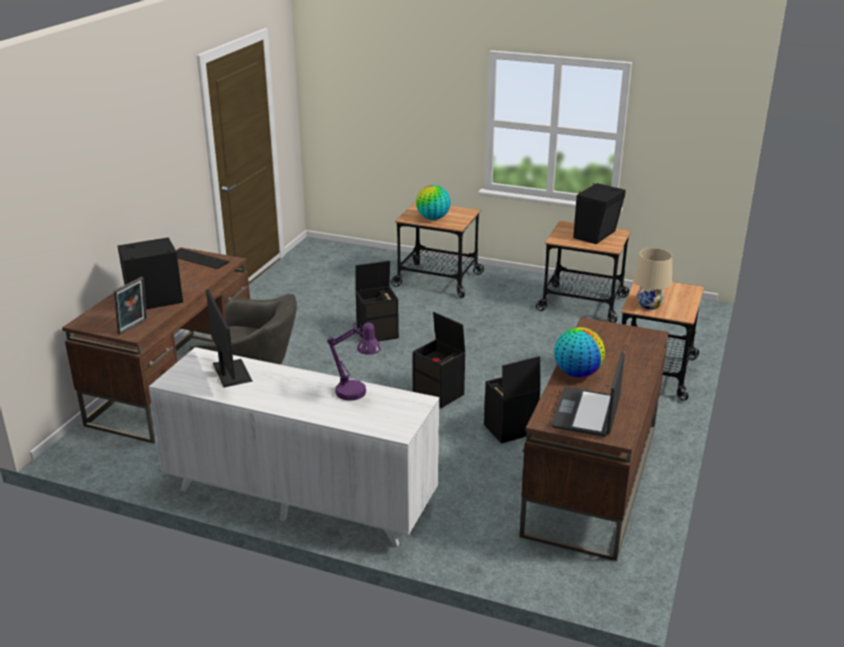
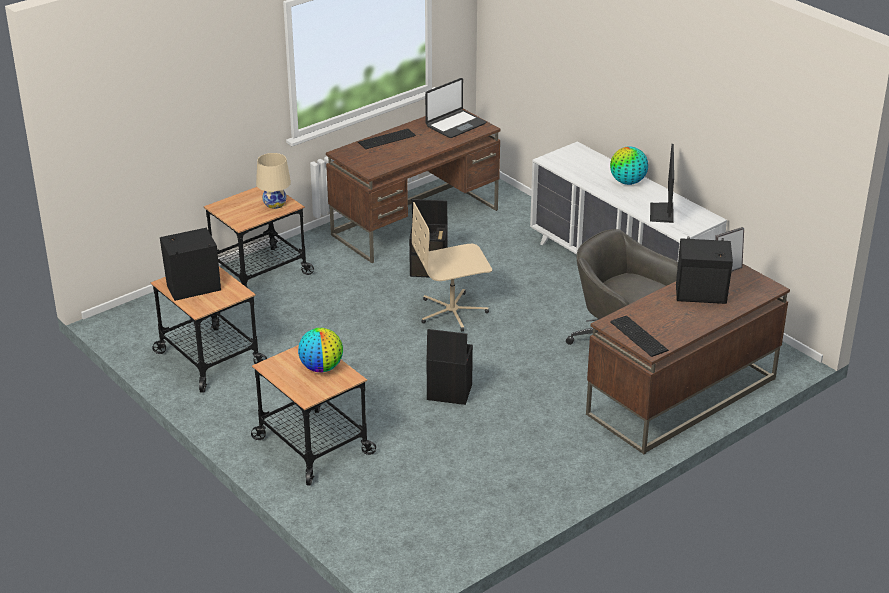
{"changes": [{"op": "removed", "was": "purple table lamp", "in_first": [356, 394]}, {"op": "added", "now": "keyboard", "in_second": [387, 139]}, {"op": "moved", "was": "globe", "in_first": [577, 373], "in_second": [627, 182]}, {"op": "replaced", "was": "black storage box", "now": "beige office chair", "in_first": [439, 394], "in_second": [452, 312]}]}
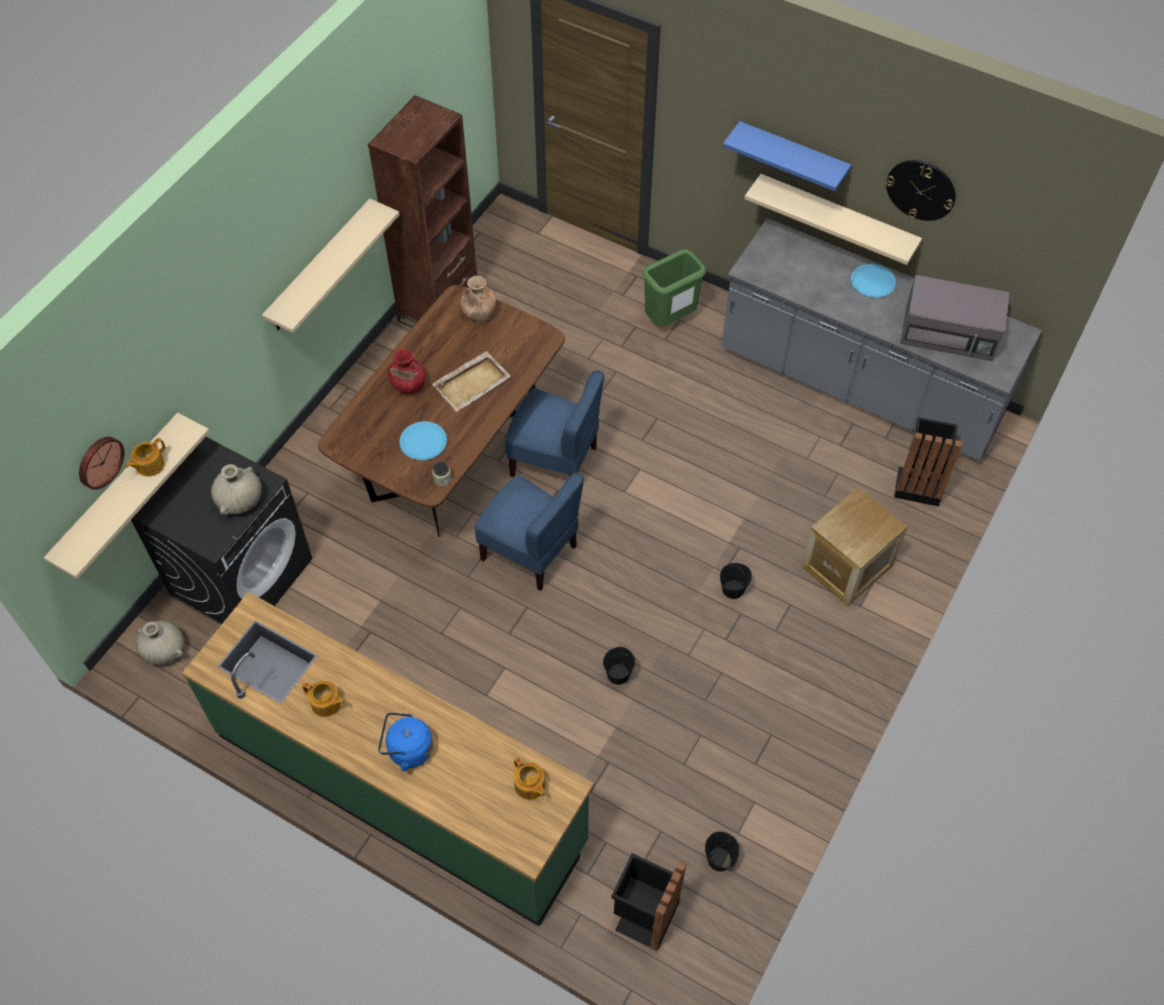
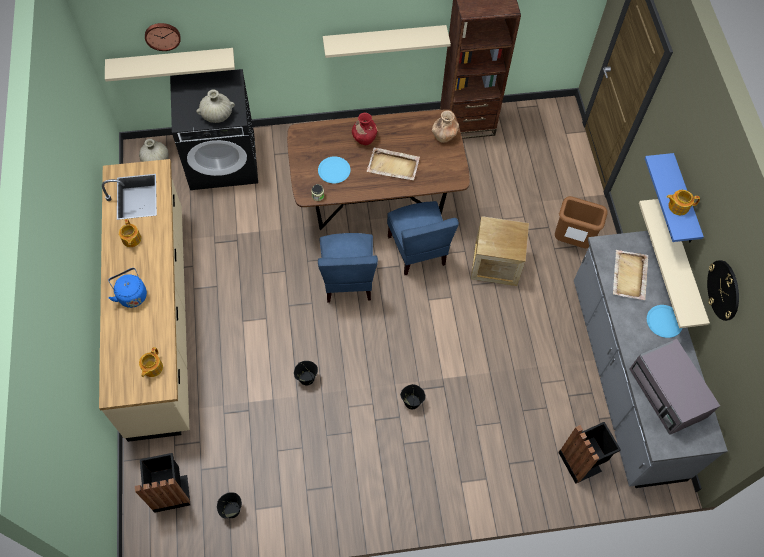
{"changes": [{"op": "added", "now": "beige tray", "in_second": [629, 276]}, {"op": "moved", "was": "teapot", "in_first": [149, 465], "in_second": [678, 206]}, {"op": "moved", "was": "crate", "in_first": [846, 566], "in_second": [496, 264]}, {"op": "recoloured", "was": "green counter", "now": "beige counter", "in_first": [401, 787], "in_second": [159, 319]}, {"op": "recoloured", "was": "green trash can", "now": "brown trash can", "in_first": [670, 320], "in_second": [571, 241]}]}
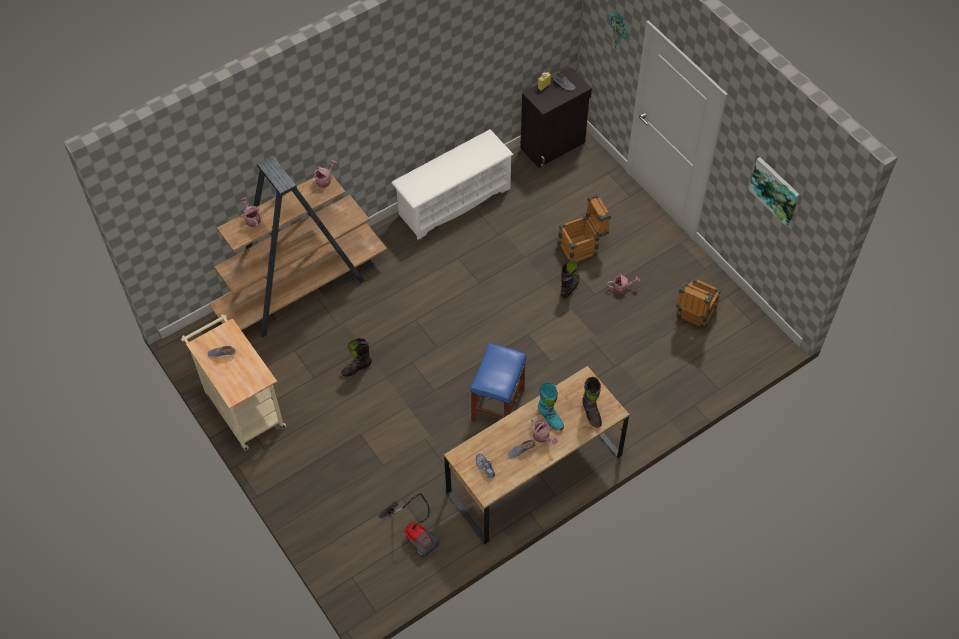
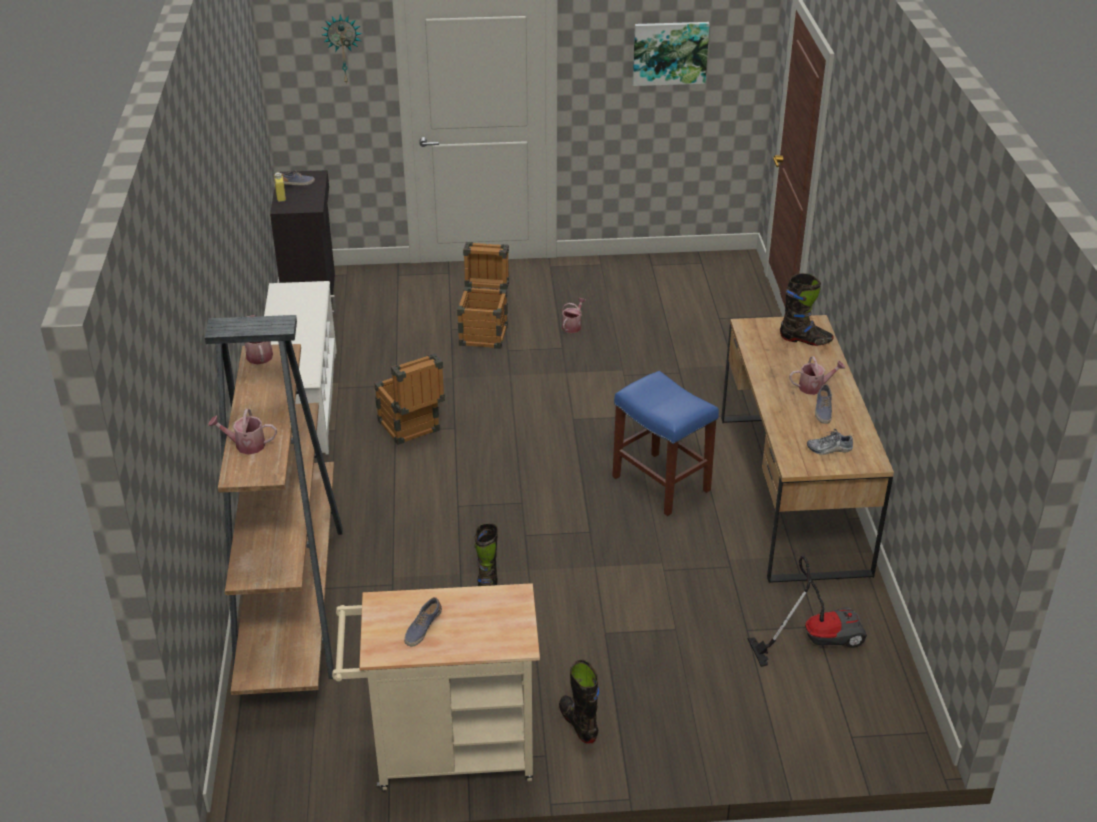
{"changes": [{"op": "removed", "was": "turquoise boot", "in_first": [550, 418]}, {"op": "moved", "was": "black boot", "in_first": [570, 288], "in_second": [578, 723]}, {"op": "moved", "was": "crate", "in_first": [694, 315], "in_second": [411, 430]}]}
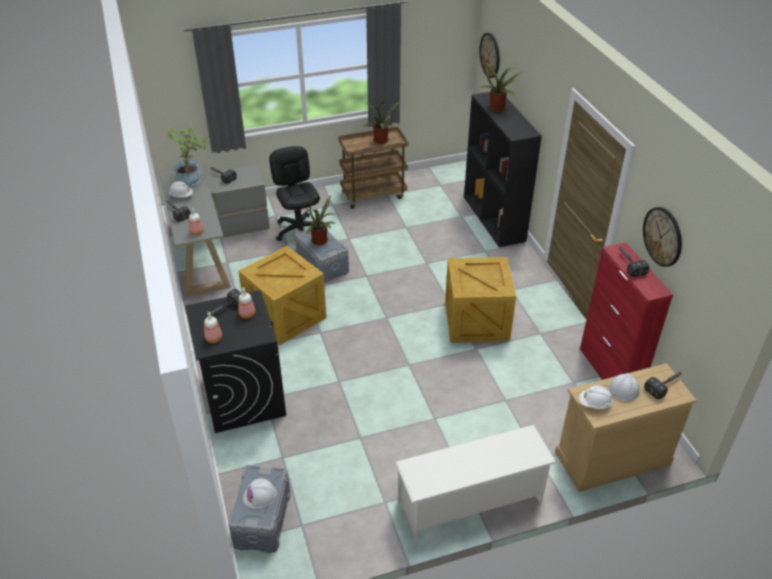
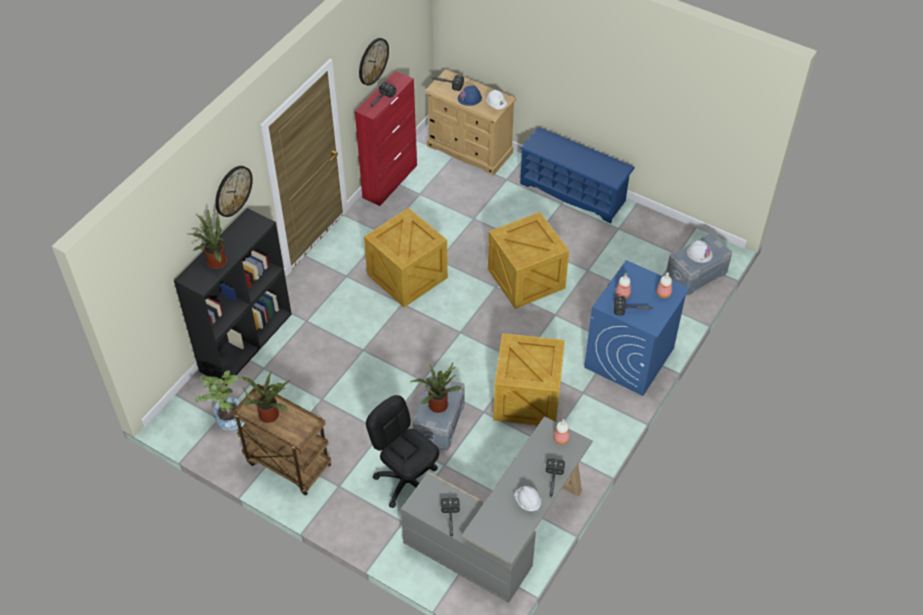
{"changes": [{"op": "added", "now": "crate", "in_second": [527, 279]}, {"op": "moved", "was": "potted plant", "in_first": [192, 179], "in_second": [226, 417]}, {"op": "moved", "was": "wall clock", "in_first": [490, 55], "in_second": [233, 190]}, {"op": "recoloured", "was": "black washing machine", "now": "blue washing machine", "in_first": [243, 396], "in_second": [629, 358]}, {"op": "recoloured", "was": "white shoe rack", "now": "blue shoe rack", "in_first": [470, 501], "in_second": [573, 192]}, {"op": "recoloured", "was": "white hard hat", "now": "blue hard hat", "in_first": [624, 389], "in_second": [469, 98]}, {"op": "turned", "was": "black office chair", "in_first": [299, 230], "in_second": [406, 481], "clockwise": 105}]}
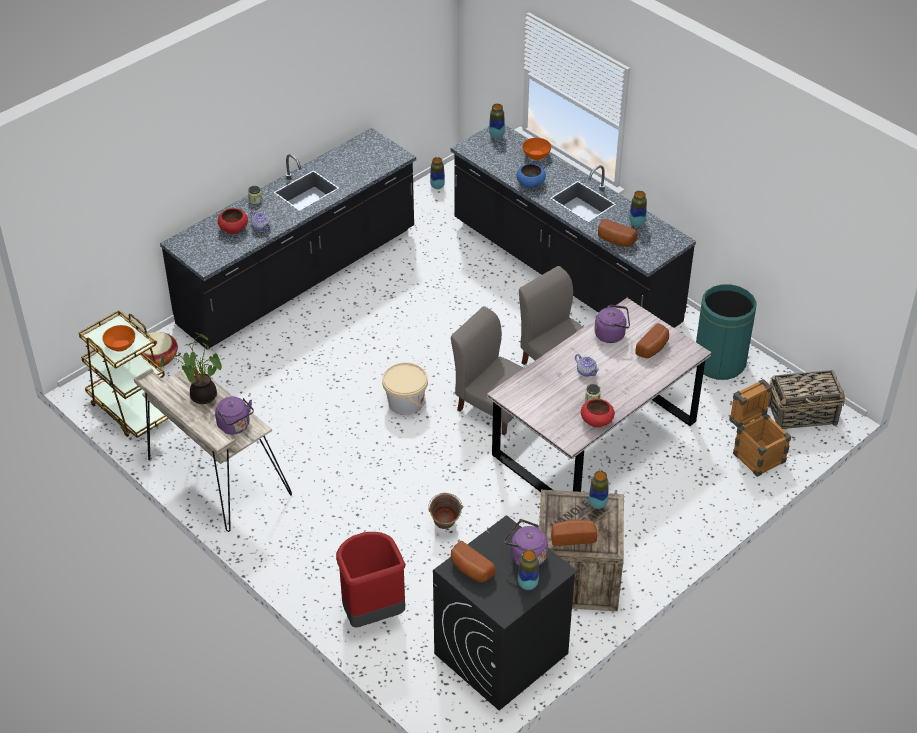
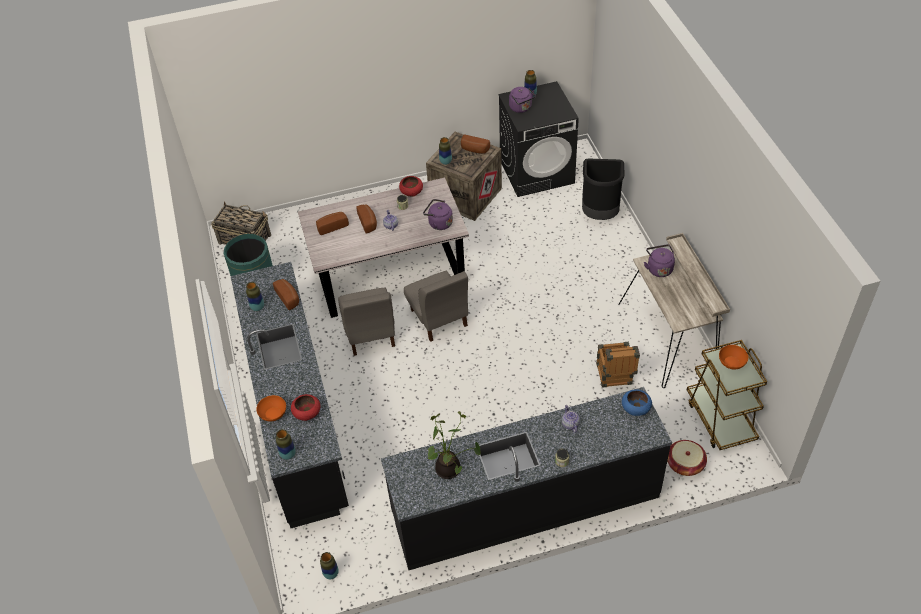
{"changes": [{"op": "removed", "was": "beige bucket", "in_first": [405, 402]}, {"op": "removed", "was": "green bucket", "in_first": [445, 528]}, {"op": "moved", "was": "potted plant", "in_first": [201, 396], "in_second": [450, 469]}, {"op": "moved", "was": "red bowl", "in_first": [234, 228], "in_second": [307, 413]}, {"op": "moved", "was": "bread", "in_first": [470, 570], "in_second": [368, 222]}, {"op": "moved", "was": "blue bowl", "in_first": [531, 183], "in_second": [635, 408]}, {"op": "moved", "was": "purple kettle", "in_first": [612, 334], "in_second": [439, 223]}, {"op": "moved", "was": "crate", "in_first": [755, 453], "in_second": [614, 378]}, {"op": "recoloured", "was": "red trash can", "now": "black trash can", "in_first": [372, 613], "in_second": [600, 215]}]}
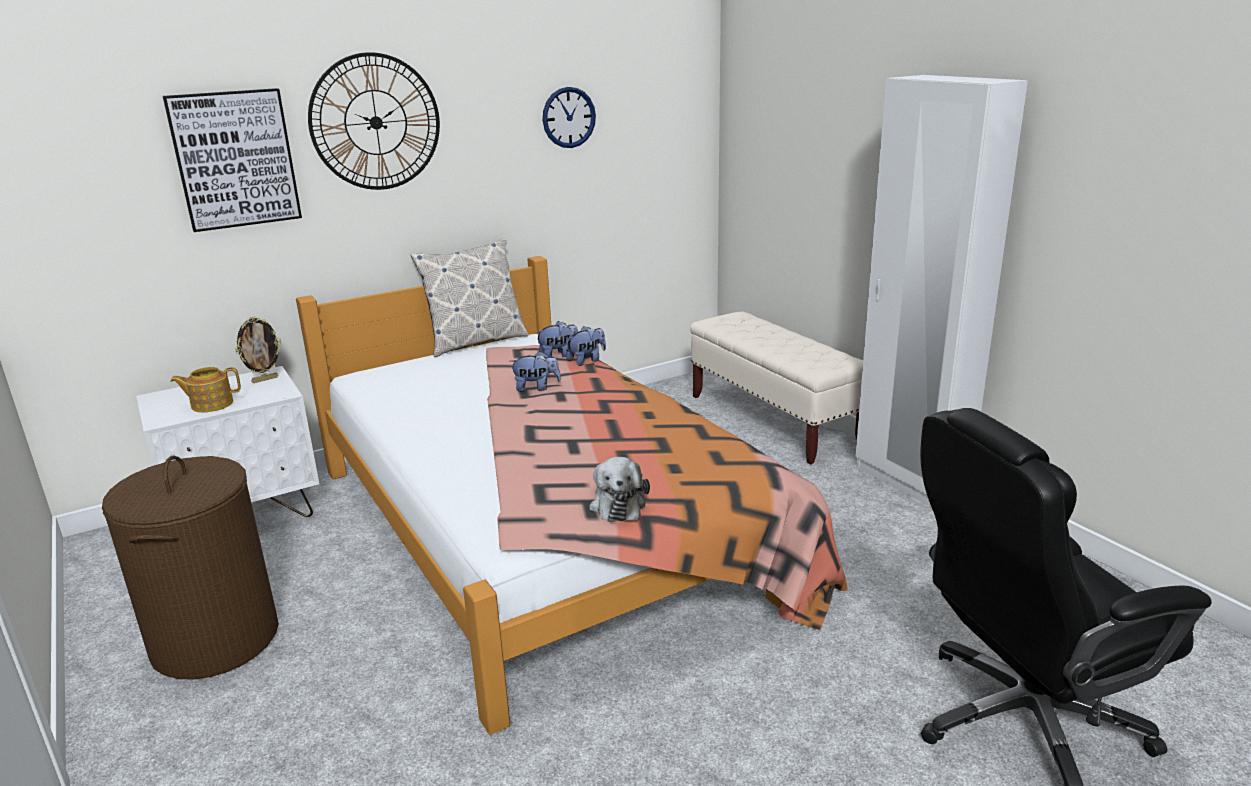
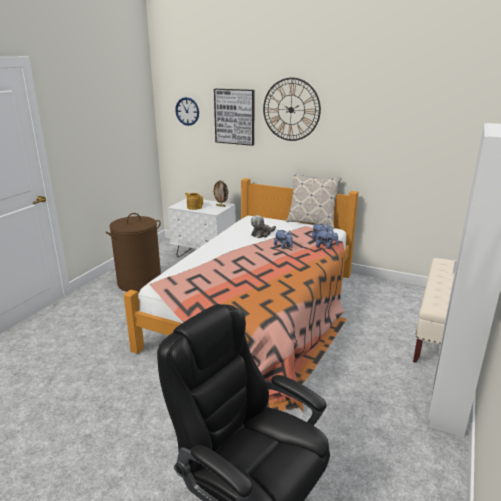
{"changes": [{"op": "moved", "was": "wall clock", "in_first": [569, 117], "in_second": [187, 111]}, {"op": "moved", "was": "plush toy", "in_first": [617, 504], "in_second": [262, 234]}]}
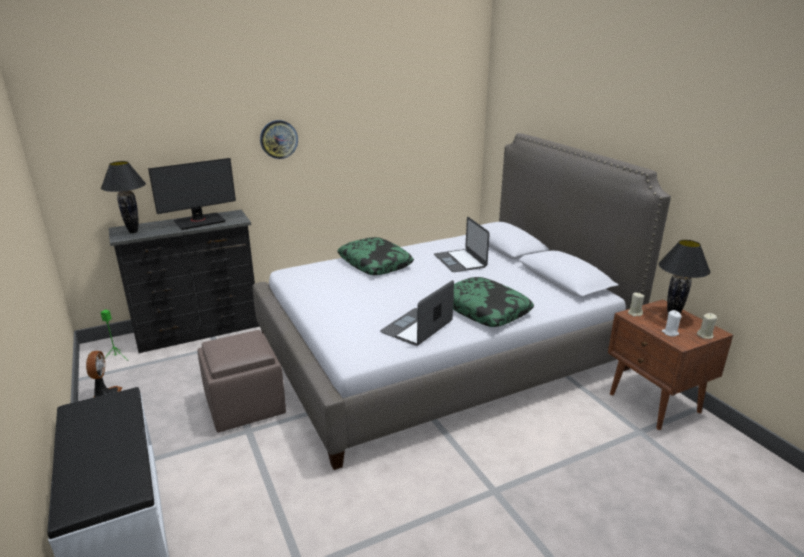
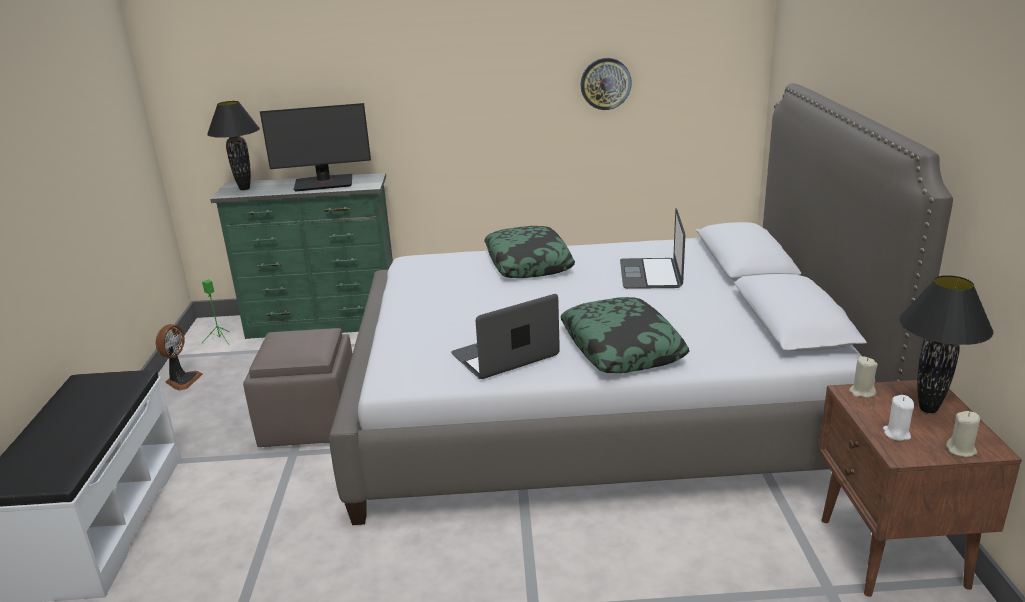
{"changes": [{"op": "moved", "was": "wall clock", "in_first": [278, 139], "in_second": [605, 83]}, {"op": "recoloured", "was": "black dresser", "now": "green dresser", "in_first": [200, 331], "in_second": [324, 324]}]}
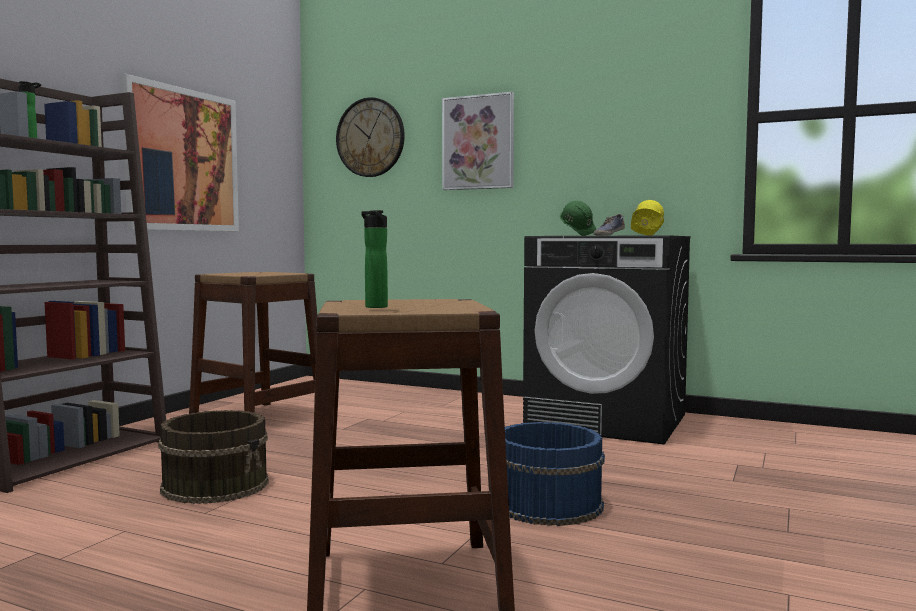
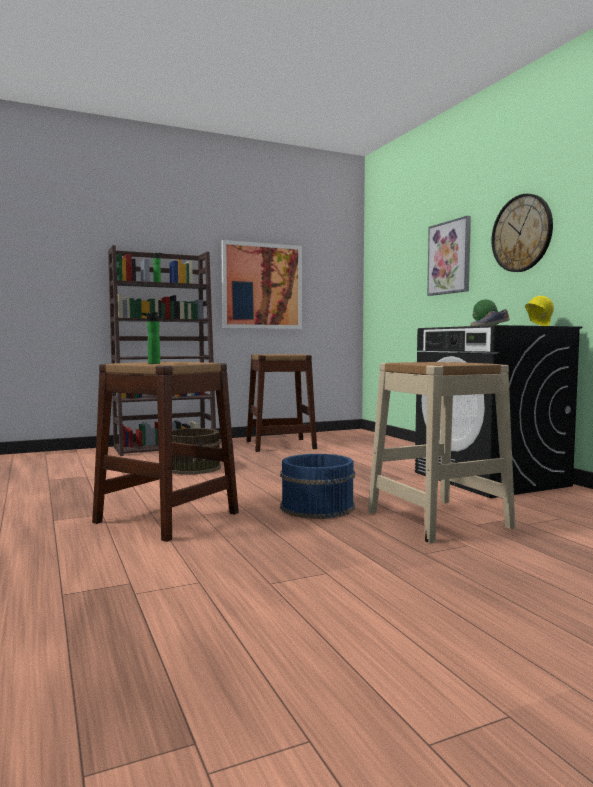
{"changes": [{"op": "added", "now": "beige stool", "in_second": [438, 519]}, {"op": "moved", "was": "wall clock", "in_first": [370, 137], "in_second": [522, 233]}]}
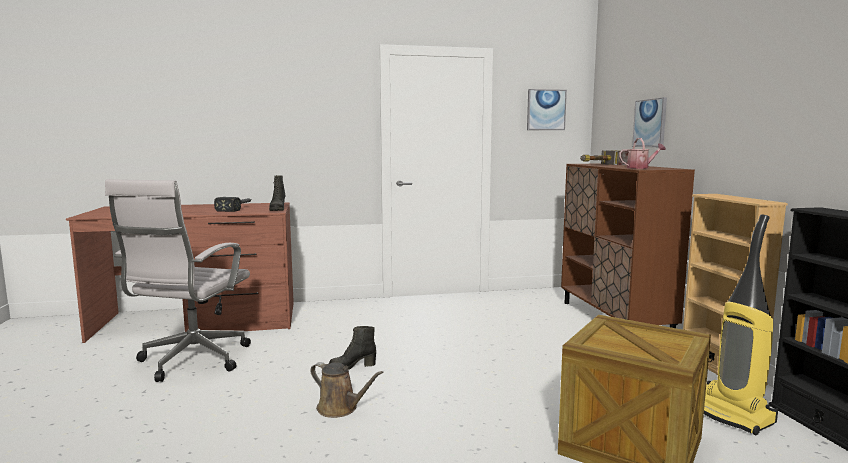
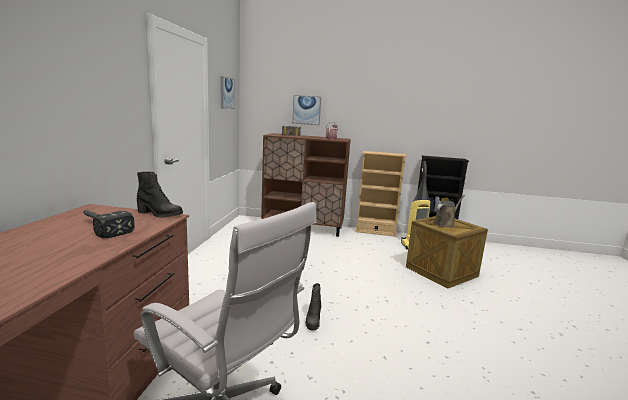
{"changes": [{"op": "moved", "was": "brown watering can", "in_first": [340, 408], "in_second": [445, 223]}]}
